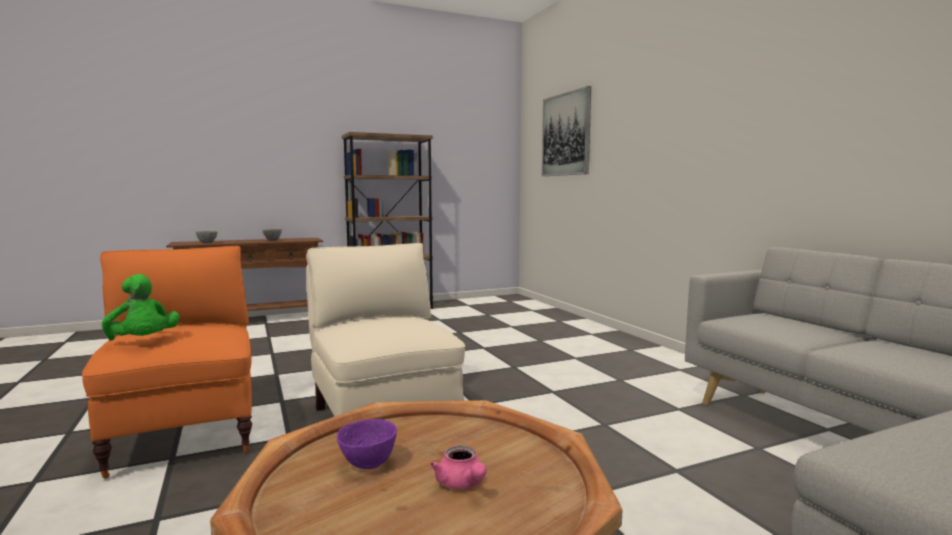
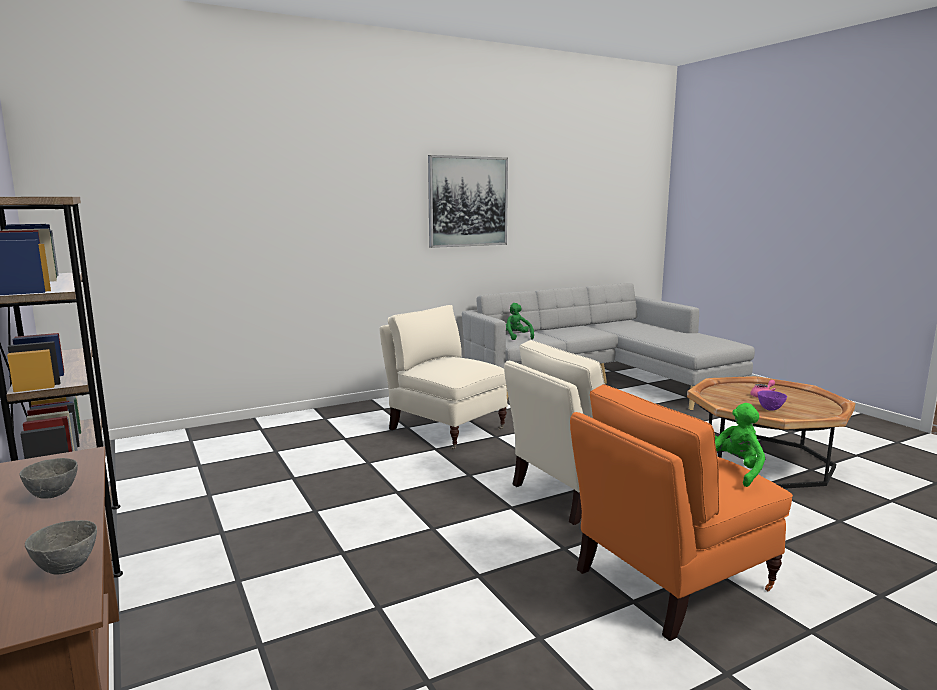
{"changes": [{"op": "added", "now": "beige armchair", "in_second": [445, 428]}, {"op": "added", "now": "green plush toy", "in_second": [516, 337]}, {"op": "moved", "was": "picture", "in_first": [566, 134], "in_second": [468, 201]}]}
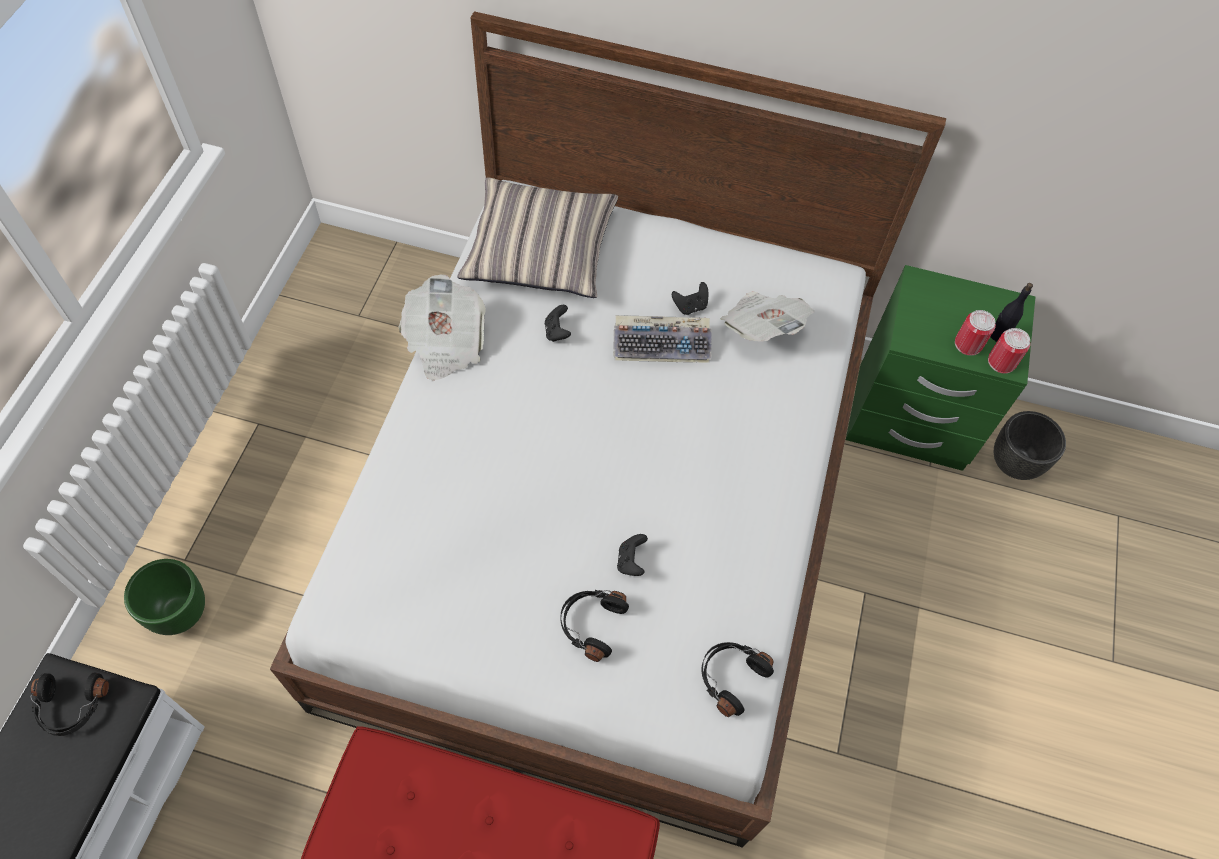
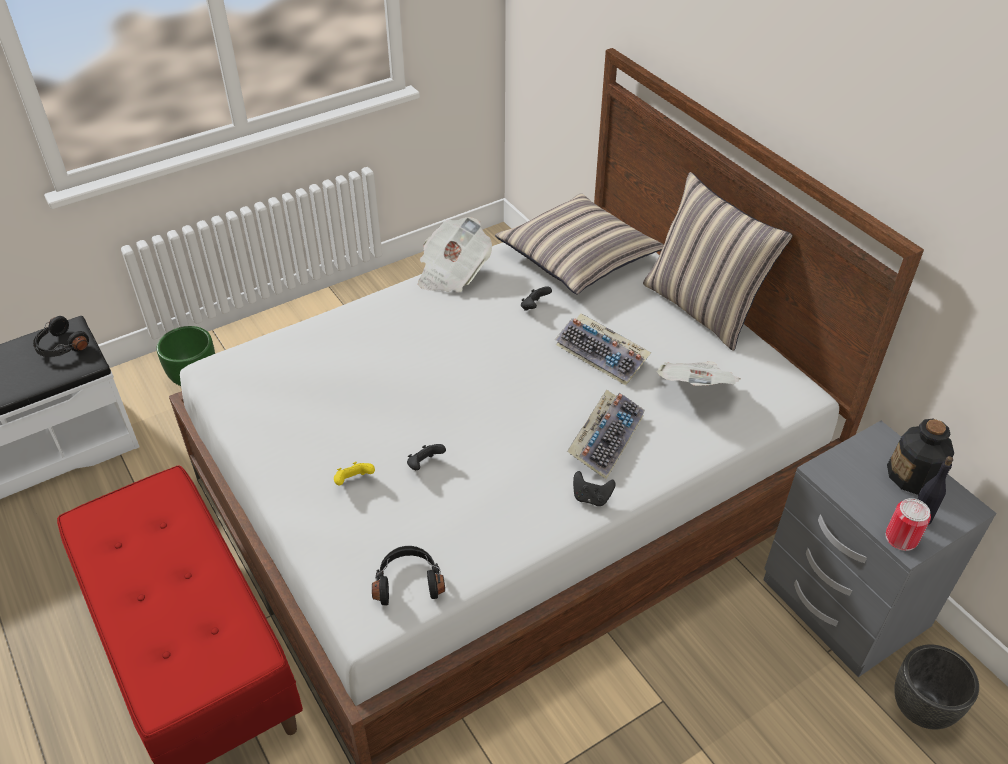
{"changes": [{"op": "removed", "was": "can", "in_first": [968, 344]}, {"op": "added", "now": "keyboard", "in_second": [605, 438]}, {"op": "added", "now": "pillow", "in_second": [703, 308]}, {"op": "added", "now": "bottle", "in_second": [914, 476]}, {"op": "moved", "was": "black game controller", "in_first": [690, 306], "in_second": [591, 497]}, {"op": "replaced", "was": "black headphones", "now": "yellow game controller", "in_first": [590, 624], "in_second": [354, 481]}, {"op": "recoloured", "was": "green nightstand", "now": "grey nightstand", "in_first": [909, 419], "in_second": [843, 604]}]}
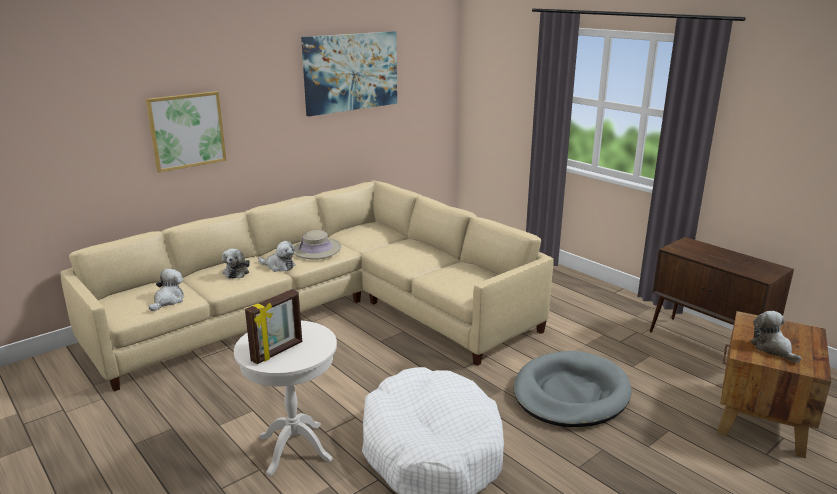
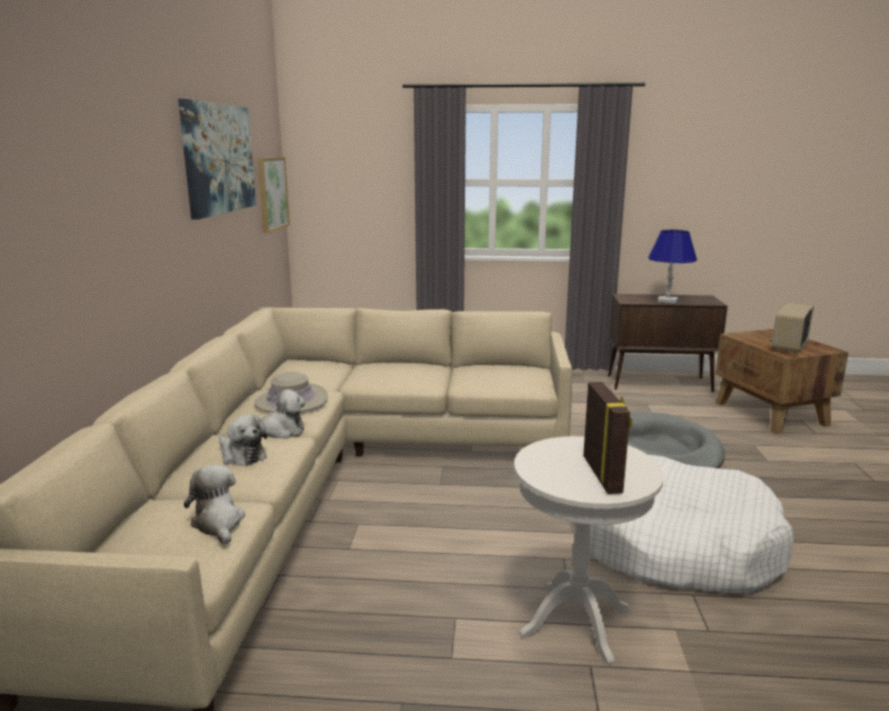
{"changes": [{"op": "added", "now": "blue table lamp", "in_second": [667, 300]}, {"op": "moved", "was": "picture", "in_first": [187, 130], "in_second": [272, 193]}, {"op": "replaced", "was": "plush toy", "now": "radio", "in_first": [772, 349], "in_second": [788, 346]}]}
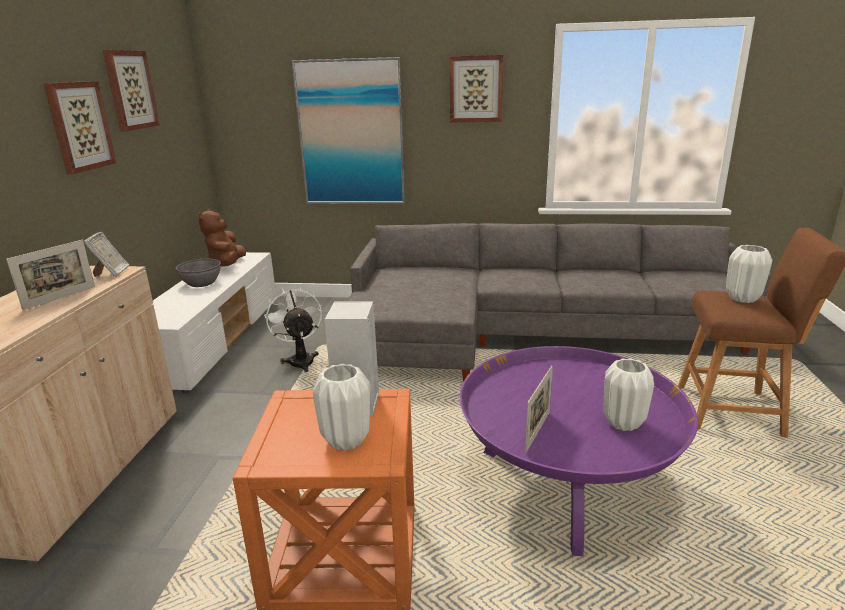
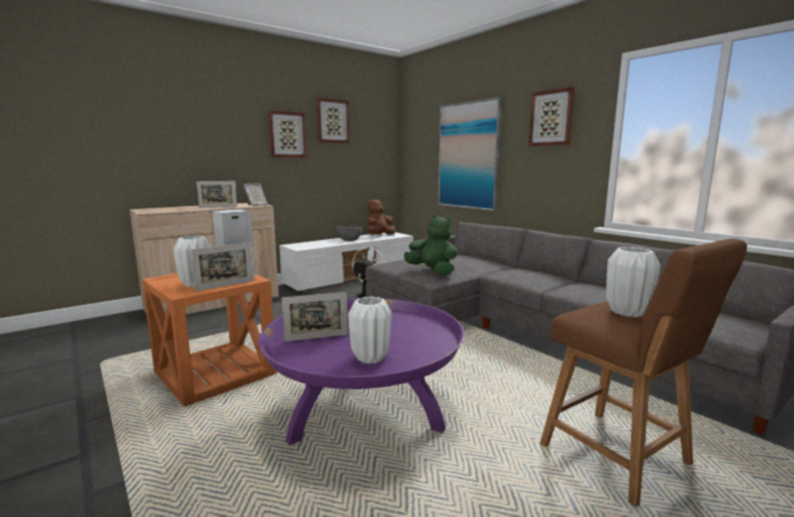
{"changes": [{"op": "added", "now": "picture frame", "in_second": [225, 286]}, {"op": "added", "now": "green plush toy", "in_second": [432, 271]}]}
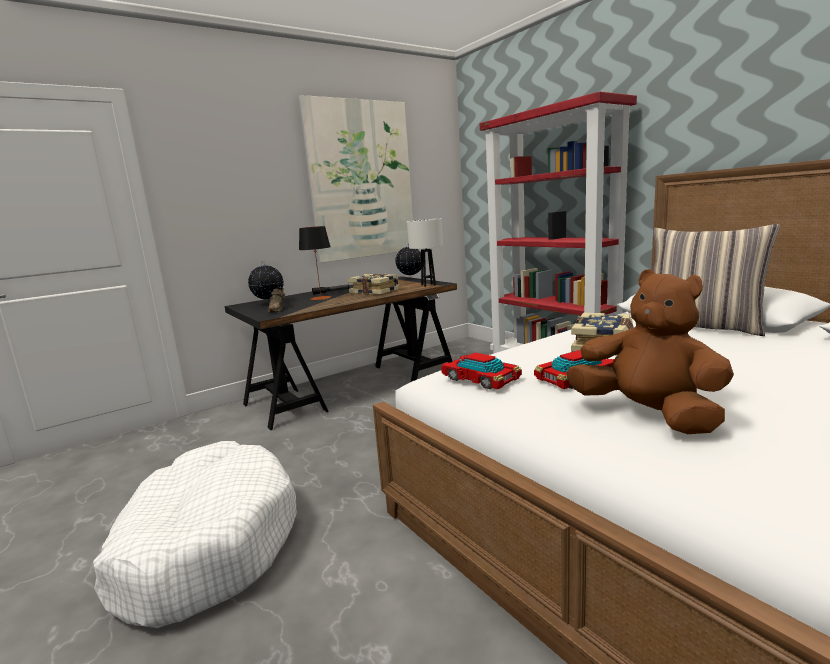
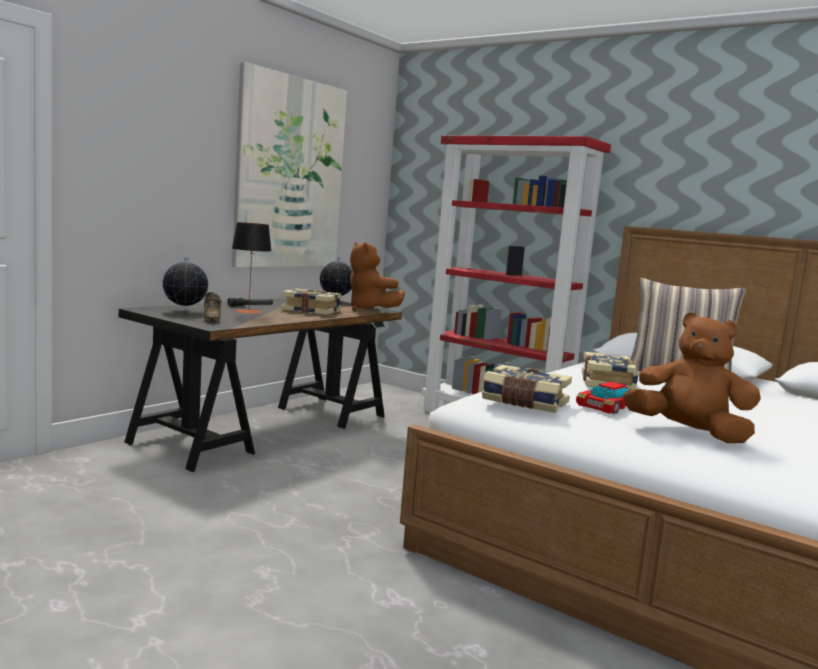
{"changes": [{"op": "removed", "was": "white dog bed", "in_first": [206, 545]}, {"op": "replaced", "was": "white table lamp", "now": "brown plush toy", "in_first": [428, 285], "in_second": [369, 310]}, {"op": "replaced", "was": "toy car", "now": "book", "in_first": [480, 378], "in_second": [524, 402]}]}
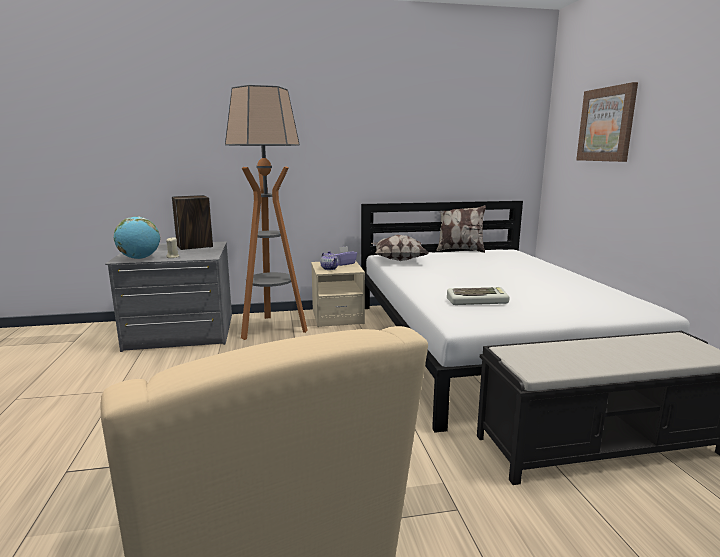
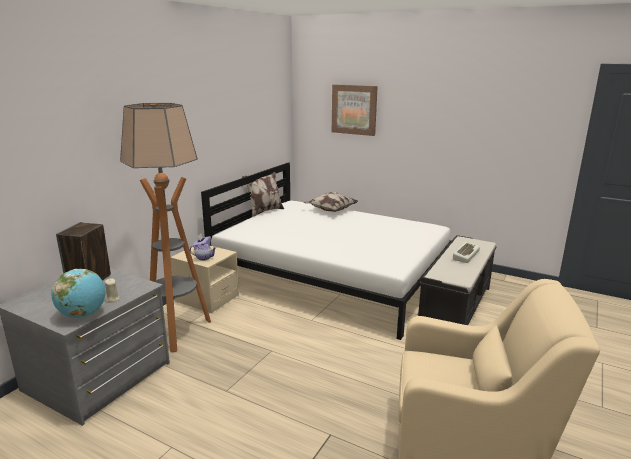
{"changes": [{"op": "moved", "was": "pillow", "in_first": [398, 260], "in_second": [330, 210]}, {"op": "moved", "was": "keyboard", "in_first": [477, 301], "in_second": [465, 255]}]}
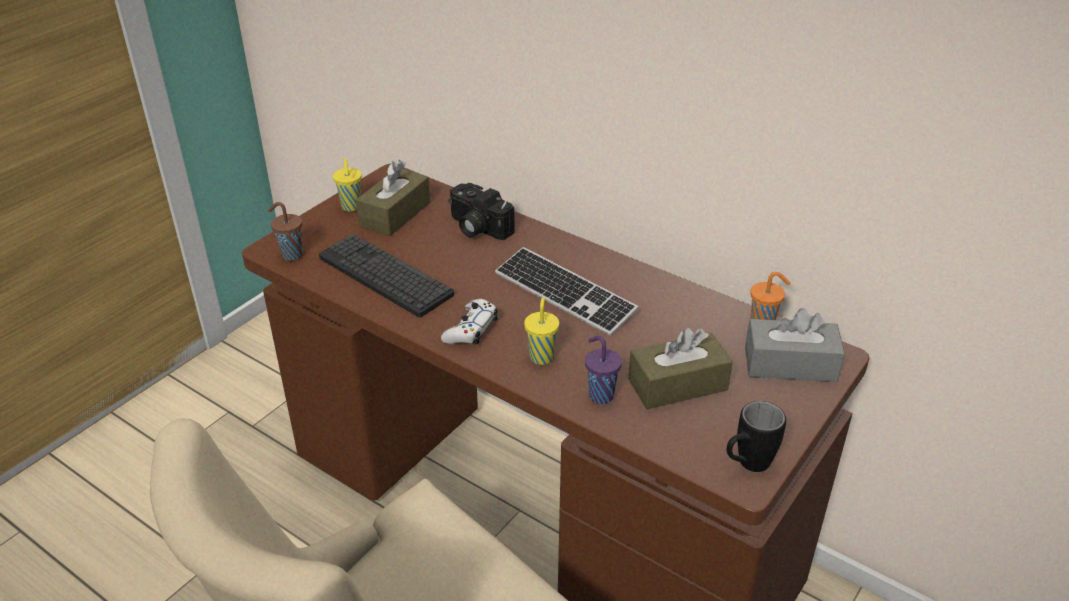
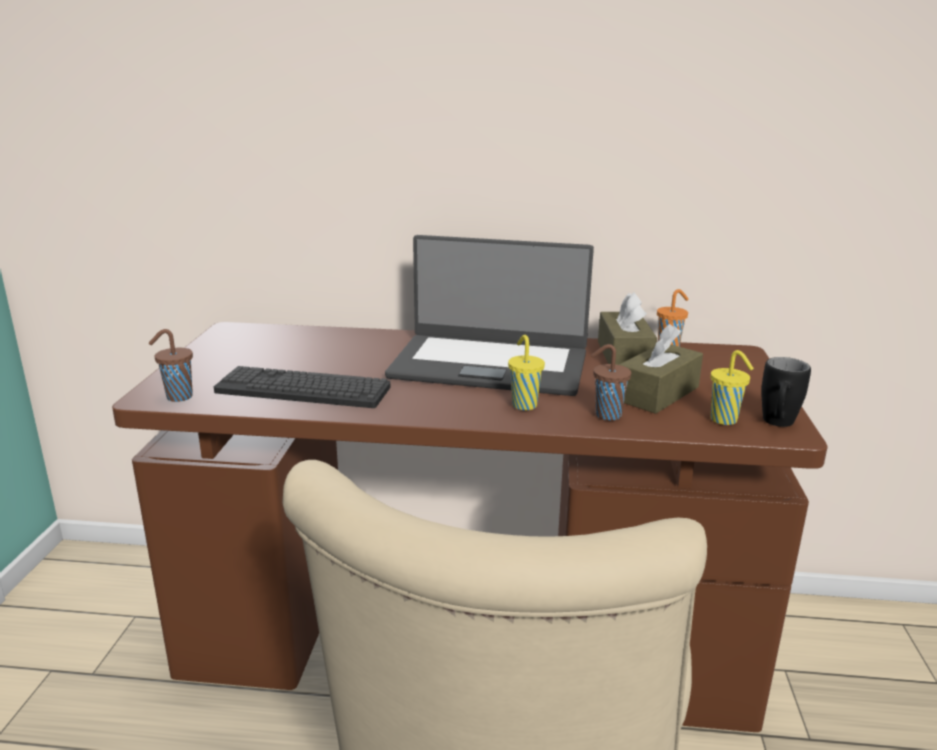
{"changes": [{"op": "removed", "was": "white game controller", "in_first": [471, 329]}, {"op": "removed", "was": "photo camera", "in_first": [476, 227]}, {"op": "removed", "was": "grey tissue box", "in_first": [790, 364]}, {"op": "moved", "was": "yellow cup", "in_first": [351, 207], "in_second": [725, 420]}, {"op": "moved", "was": "brown tissue box", "in_first": [395, 214], "in_second": [624, 355]}, {"op": "replaced", "was": "keyboard", "now": "laptop", "in_first": [564, 293], "in_second": [490, 364]}, {"op": "recoloured", "was": "purple cup", "now": "brown cup", "in_first": [600, 395], "in_second": [606, 415]}]}
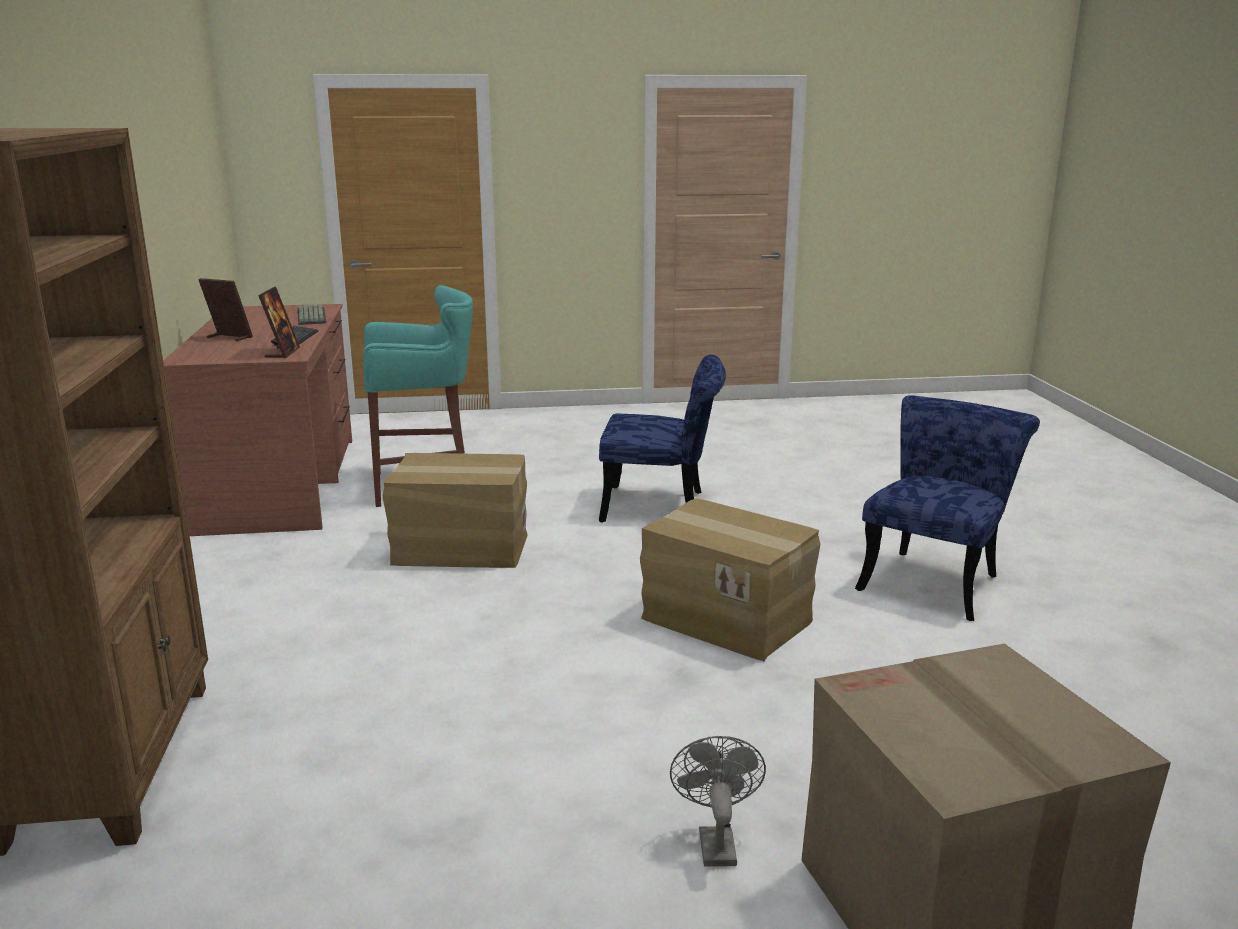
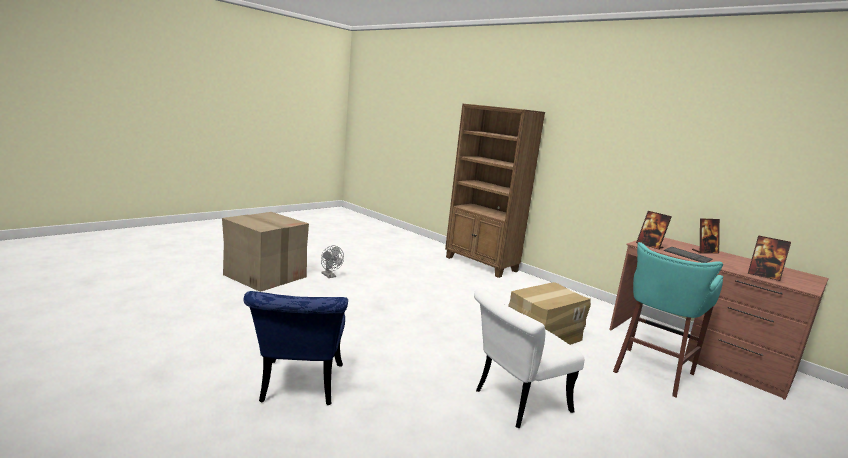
{"changes": [{"op": "removed", "was": "cardboard box", "in_first": [727, 618]}, {"op": "replaced", "was": "keyboard", "now": "picture frame", "in_first": [310, 316], "in_second": [763, 276]}, {"op": "recoloured", "was": "blue chair", "now": "white chair", "in_first": [663, 507], "in_second": [515, 402]}]}
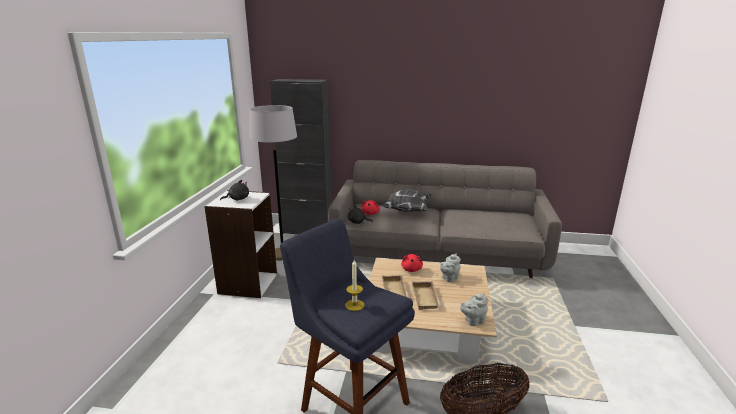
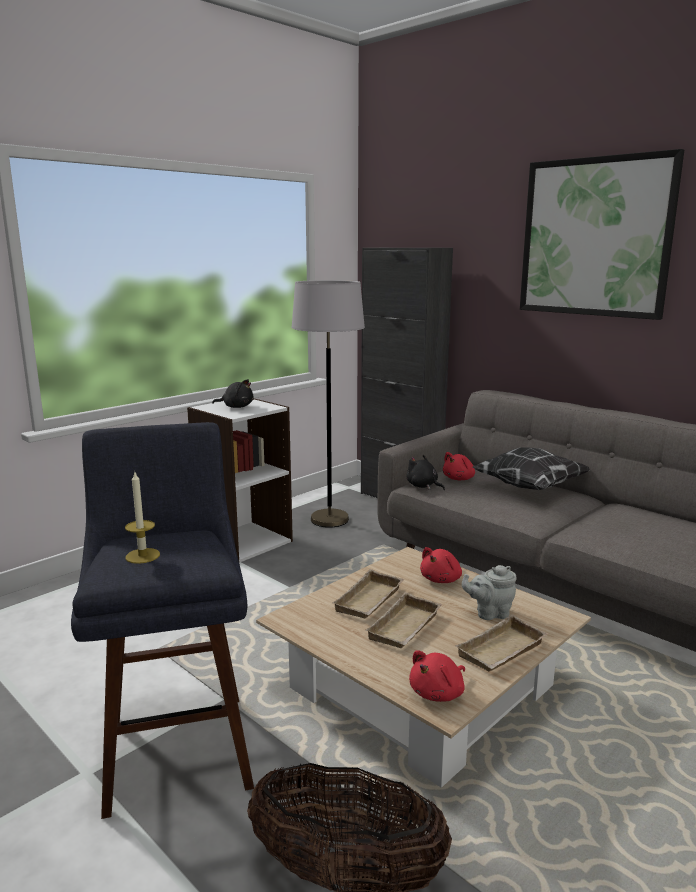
{"changes": [{"op": "added", "now": "beige tray", "in_second": [502, 652]}, {"op": "added", "now": "picture", "in_second": [595, 237]}, {"op": "replaced", "was": "grey teapot", "now": "red plush toy", "in_first": [473, 321], "in_second": [438, 693]}]}
